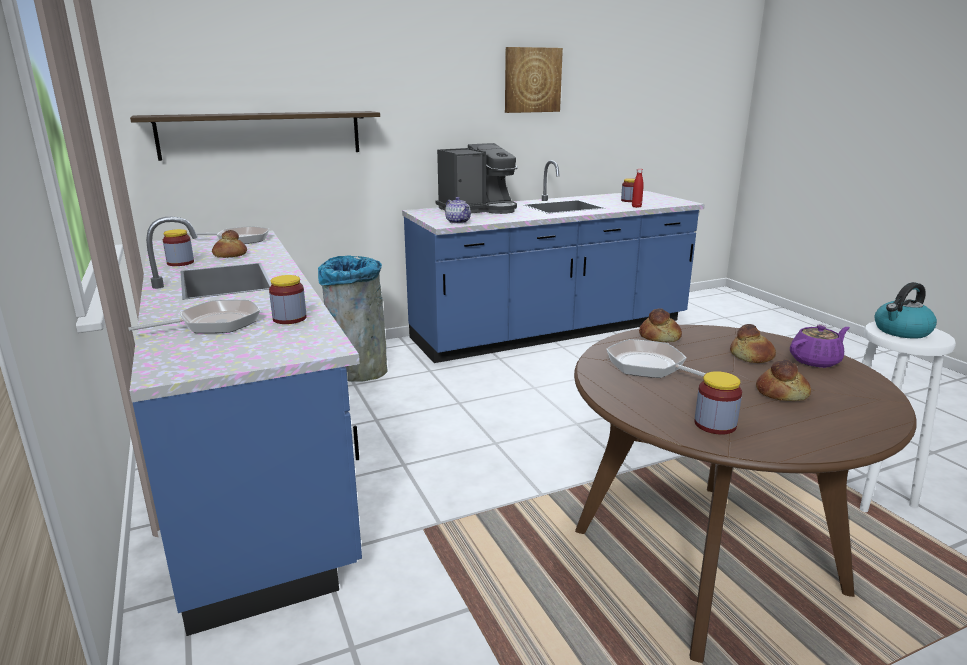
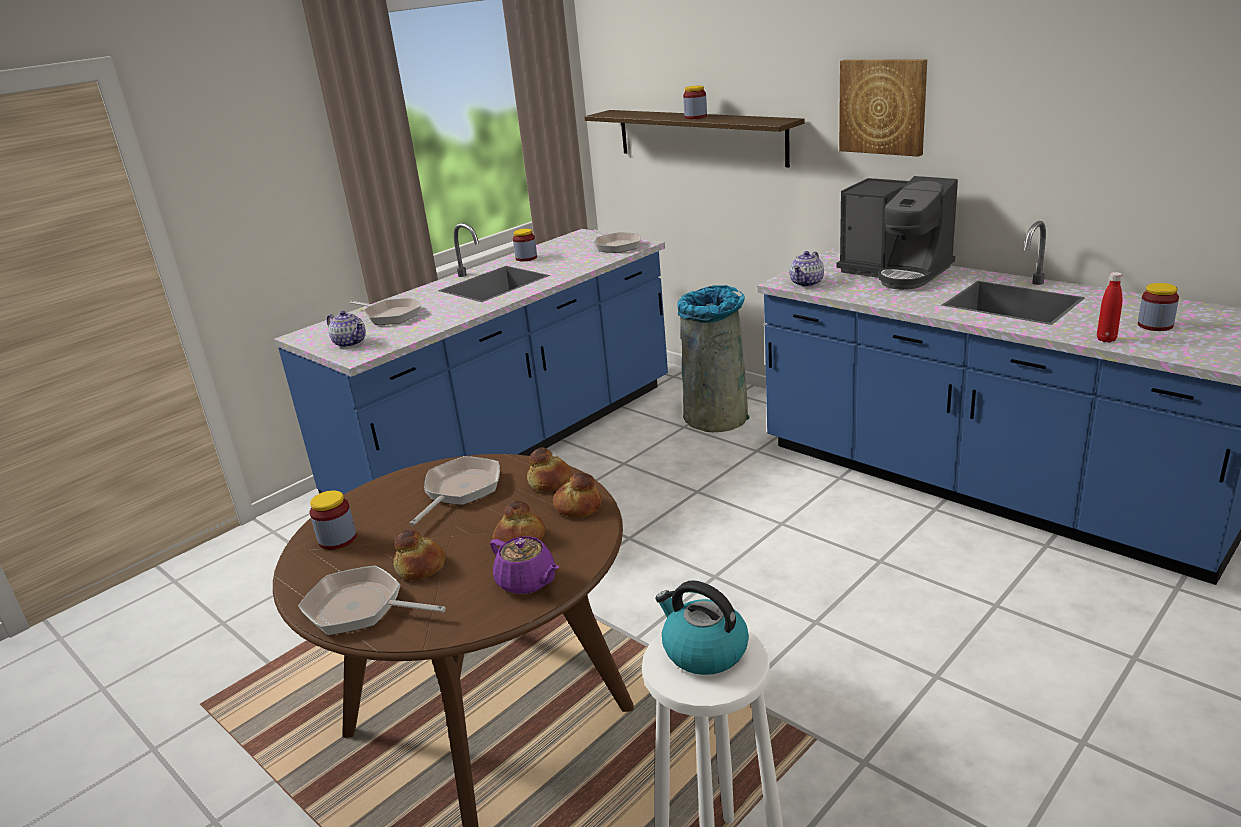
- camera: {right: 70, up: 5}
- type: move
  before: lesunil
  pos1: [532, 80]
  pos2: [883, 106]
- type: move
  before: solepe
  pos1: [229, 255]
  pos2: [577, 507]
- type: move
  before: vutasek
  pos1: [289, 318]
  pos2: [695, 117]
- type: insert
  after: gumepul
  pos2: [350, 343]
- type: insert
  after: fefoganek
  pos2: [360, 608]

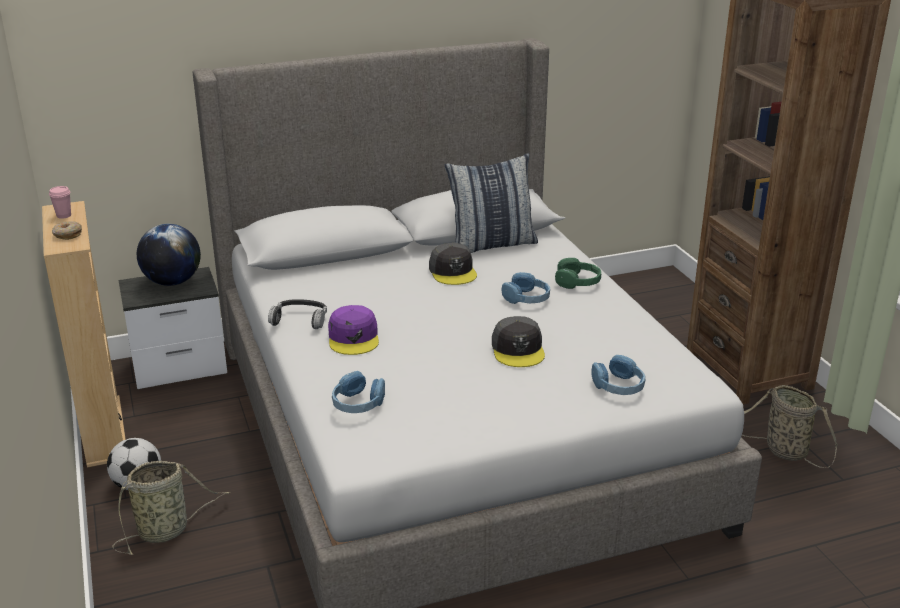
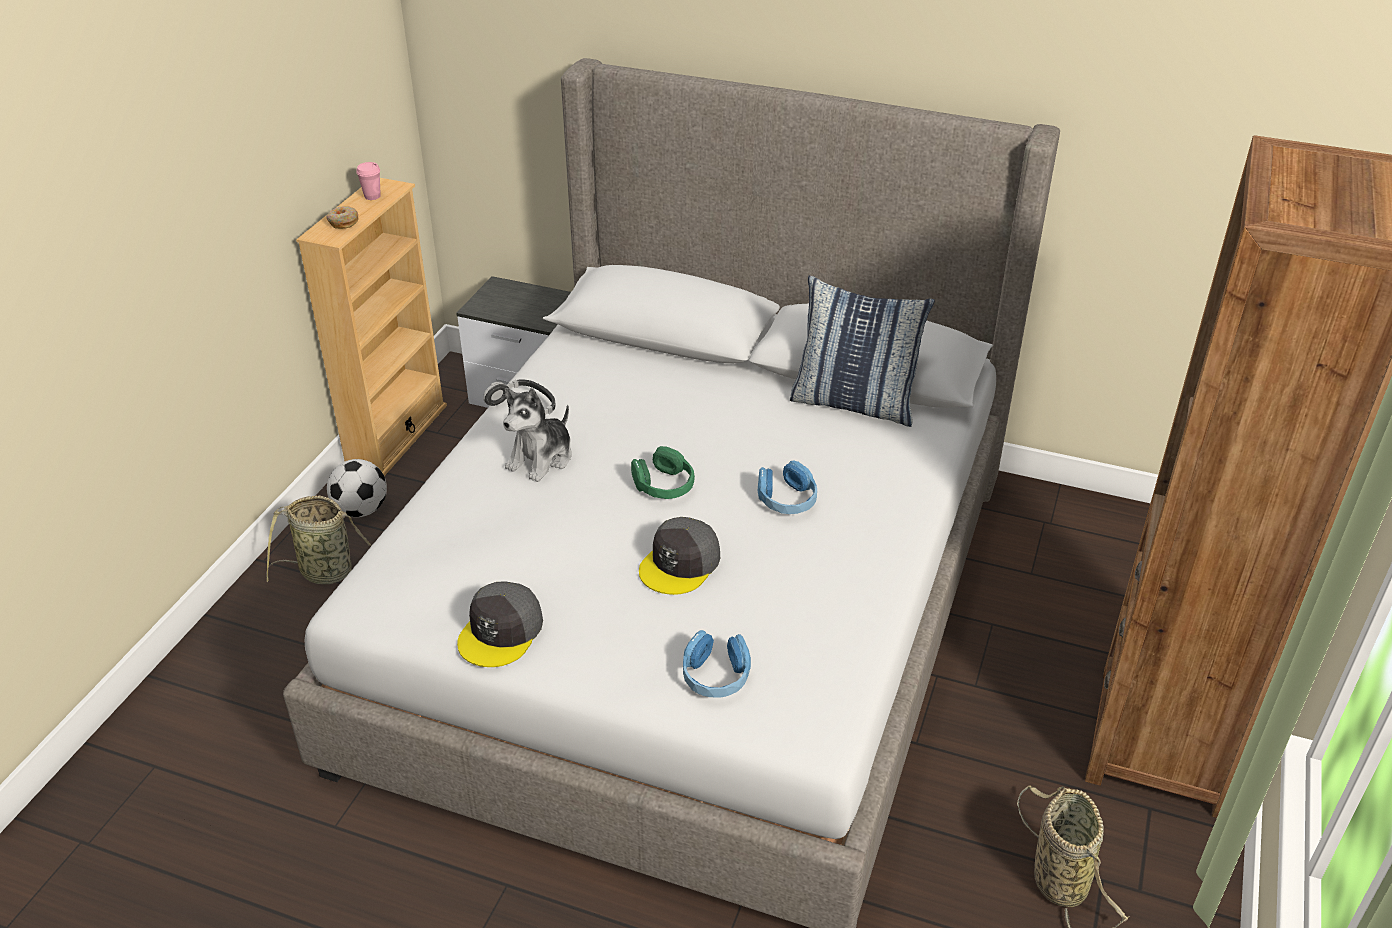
- camera: {right: 40, up: 10}
- type: delete
  before: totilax
  pos1: [172, 282]
- type: move
  before: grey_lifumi
  pos1: [453, 271]
  pos2: [501, 632]
- type: move
  before: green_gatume
  pos1: [578, 282]
  pos2: [664, 485]
- type: replace
  before: purple_lifumi
  after: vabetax
  pos1: [354, 338]
  pos2: [541, 459]
- type: delete
  before: blue_gatume
  pos1: [358, 404]

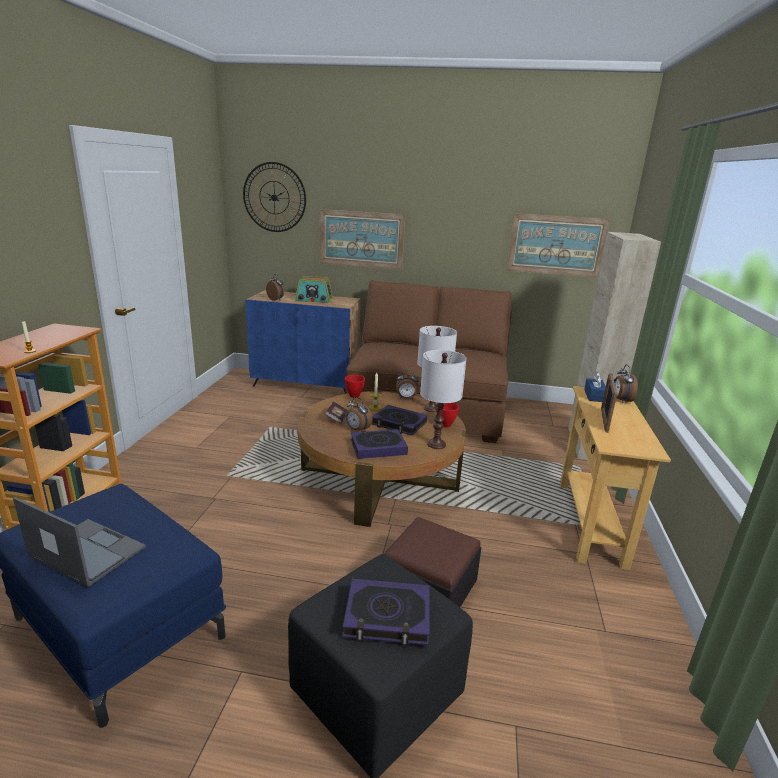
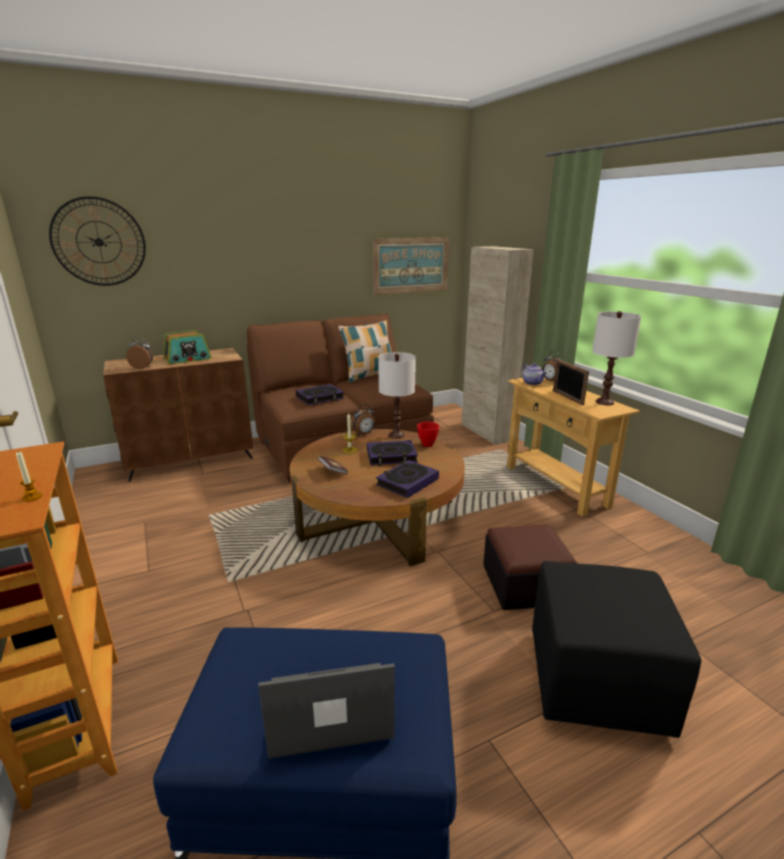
- camera: {right: -35, up: 0}
- type: delete
  before: lesunil
  pos1: [361, 239]
- type: recolor
  before: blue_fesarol
  after: brown_fesarol
  pos1: [306, 384]
  pos2: [191, 459]
- type: move
  before: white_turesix
  pos1: [436, 444]
  pos2: [604, 402]
- type: replace
  before: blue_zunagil
  after: gumepul
  pos1: [594, 396]
  pos2: [533, 383]
- type: delete
  before: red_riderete
  pos1: [354, 396]
- type: delete
  before: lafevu
  pos1: [357, 430]
- type: move
  before: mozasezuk
  pos1: [387, 617]
  pos2: [320, 398]
- type: insert
  after: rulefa
  pos2: [369, 376]

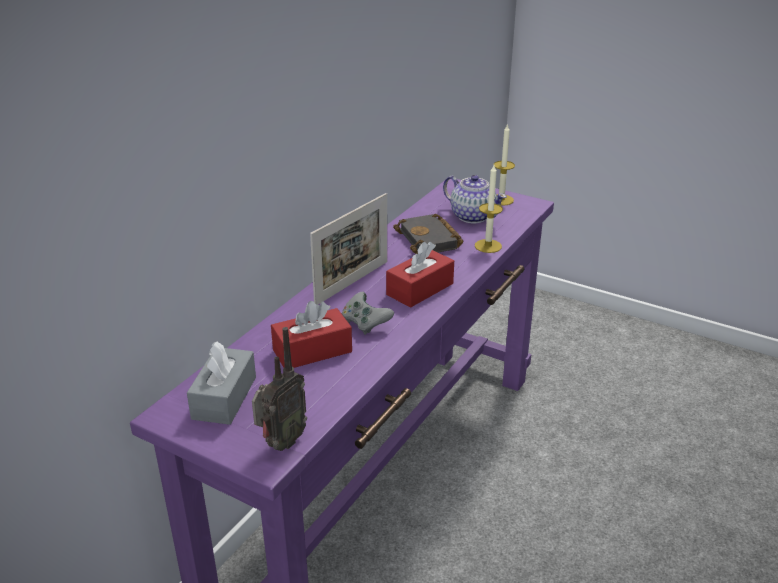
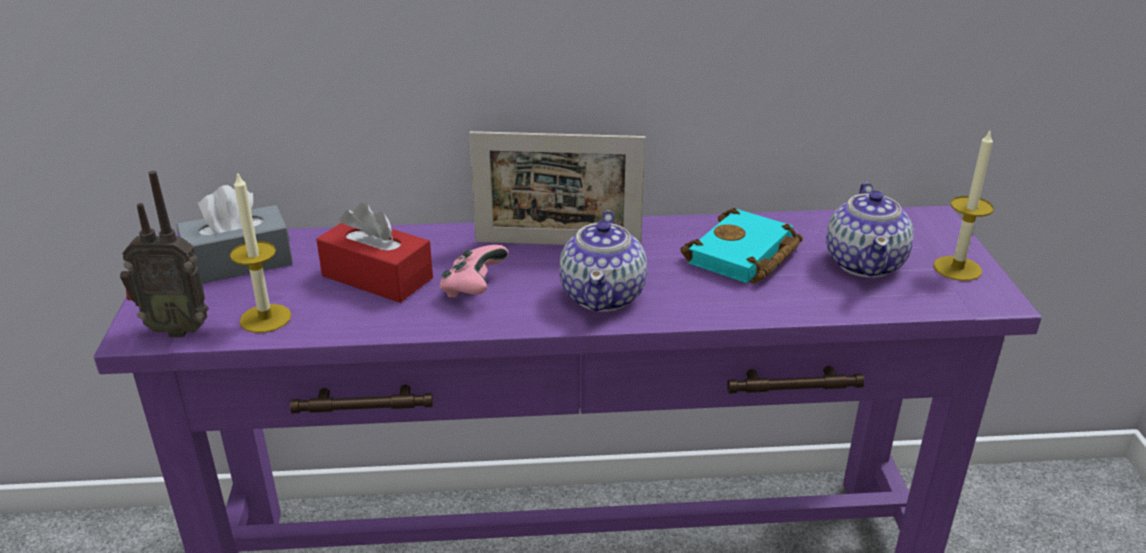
- camera: {right: 55, up: 0}
- type: move
  before: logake
  pos1: [488, 246]
  pos2: [265, 318]
- type: recolor
  before: black_mozasezuk
  after: turquoise_mozasezuk
  pos1: [430, 240]
  pos2: [743, 257]
- type: replace
  before: red_zunagil
  after: gumepul
  pos1: [420, 289]
  pos2: [604, 295]
- type: recolor
  before: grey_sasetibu
  after: pink_sasetibu
  pos1: [365, 324]
  pos2: [473, 288]

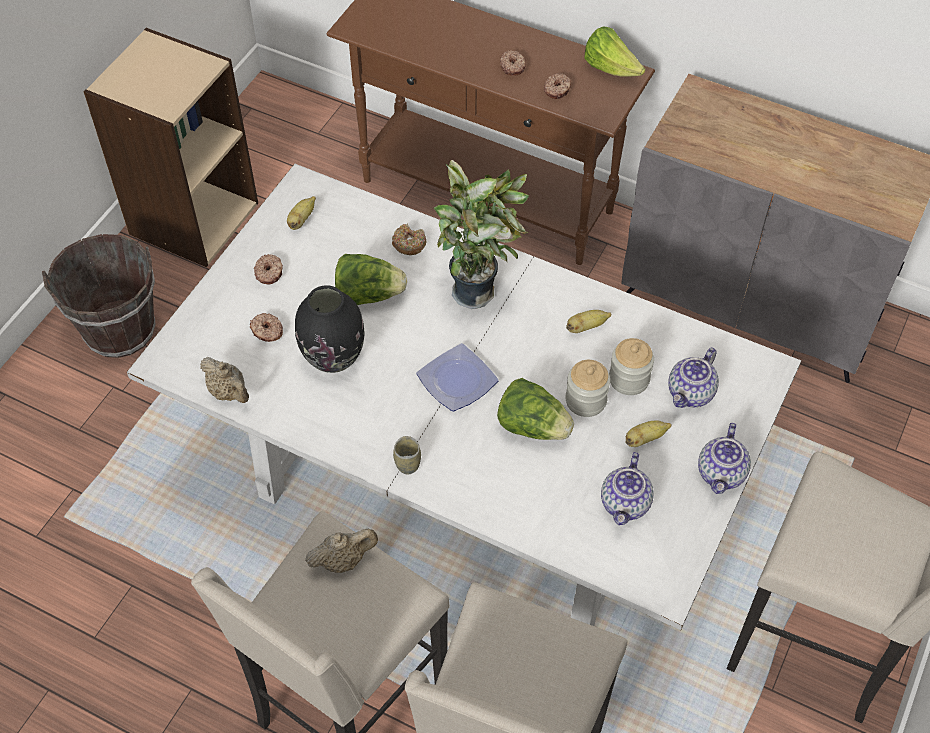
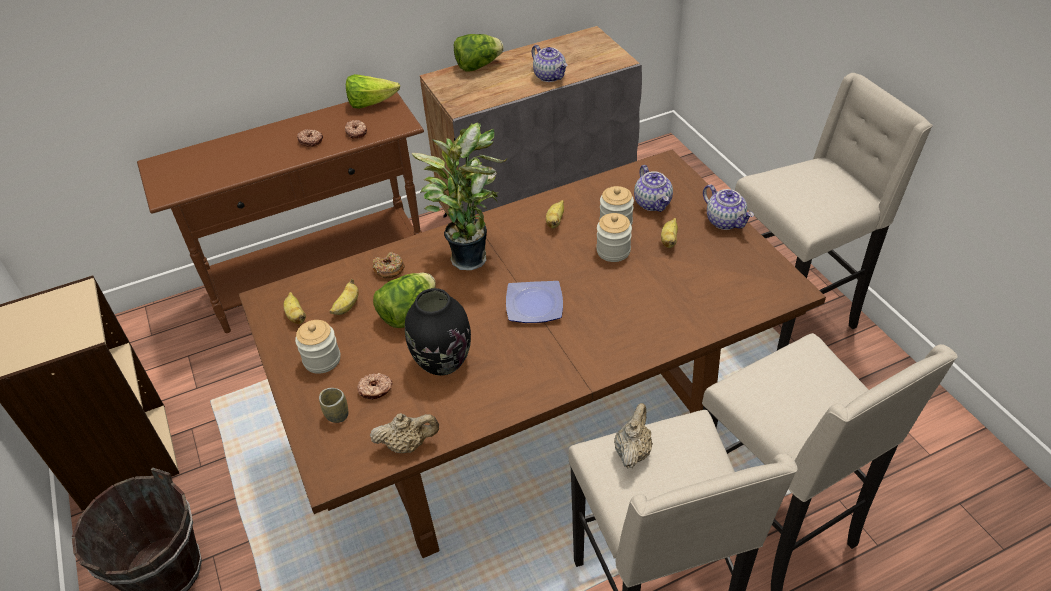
- camera: {right: -50, up: -10}
- type: recolor
  before: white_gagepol
  after: brown_gagepol
  pos1: [467, 487]
  pos2: [535, 421]
- type: replace
  before: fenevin
  after: vutasek
  pos1: [269, 272]
  pos2: [322, 360]
- type: move
  before: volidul
  pos1: [533, 426]
  pos2: [478, 66]
- type: move
  before: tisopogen
  pos1: [407, 464]
  pos2: [337, 415]
- type: move
  before: gumepul
  pos1: [626, 504]
  pos2: [550, 76]
- type: insert
  after: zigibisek
  pos2: [347, 307]

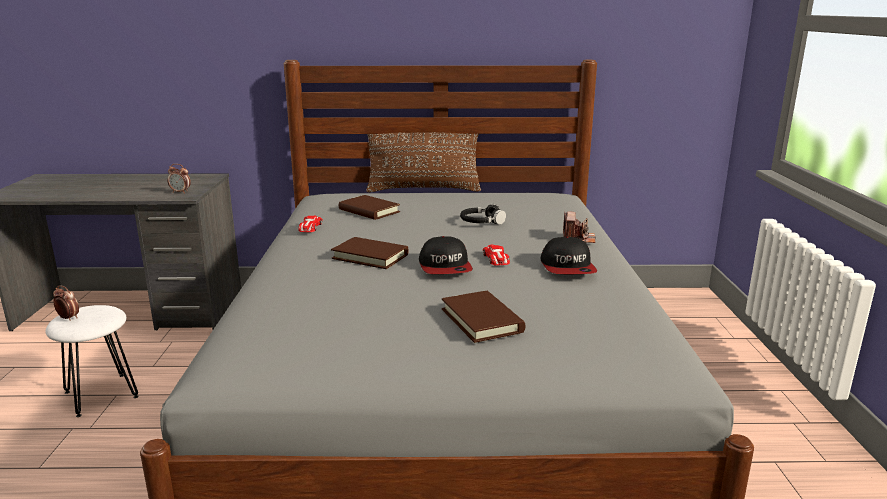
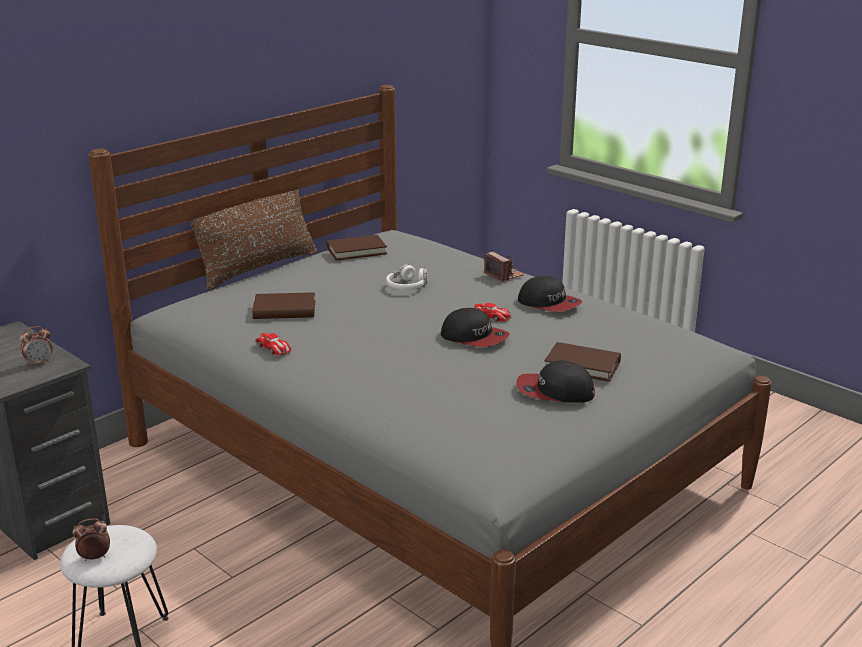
- camera: {right: -45, up: 5}
- type: recolor
  before: black_gatume
  after: white_gatume
  pos1: [481, 222]
  pos2: [407, 286]
- type: move
  before: brown_mozasezuk
  pos1: [370, 256]
  pos2: [356, 251]
- type: insert
  after: lifumi
  pos2: [554, 391]

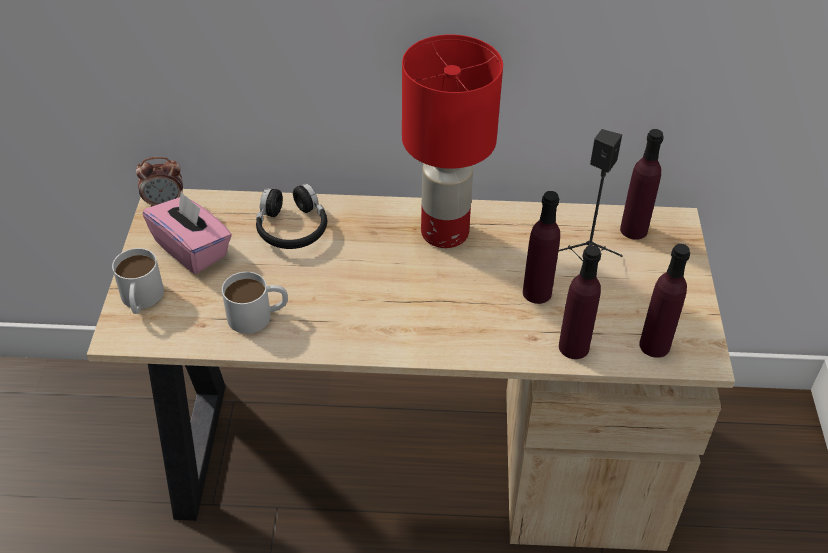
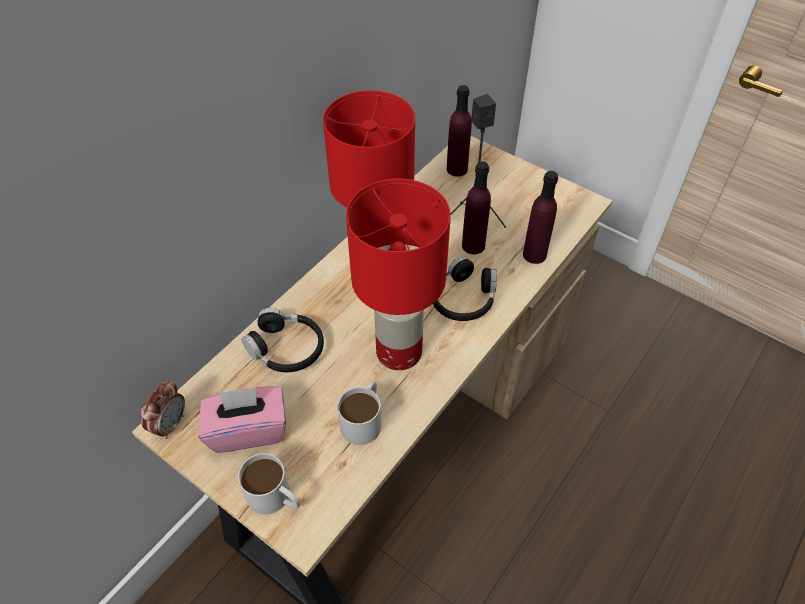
- camera: {right: -55, up: 5}
- type: delete
  before: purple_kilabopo
  pos1: [654, 345]
- type: insert
  after: red_turesix
  pos2: [400, 352]
- type: insert
  after: black_gatume
  pos2: [463, 298]

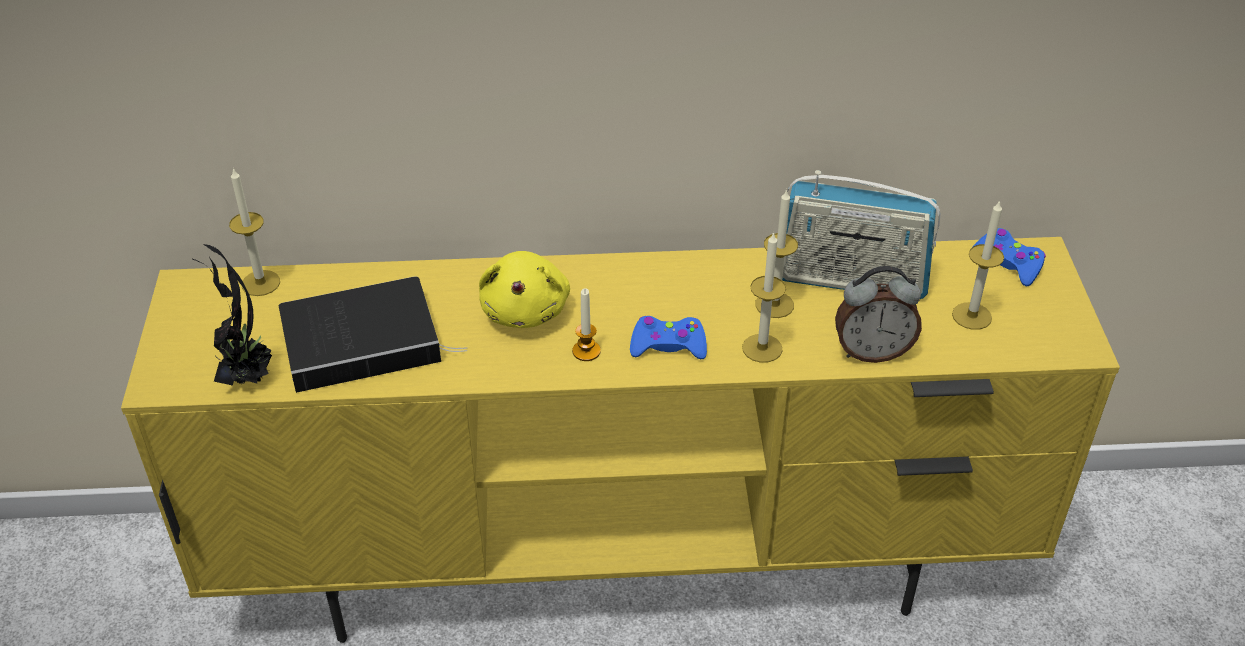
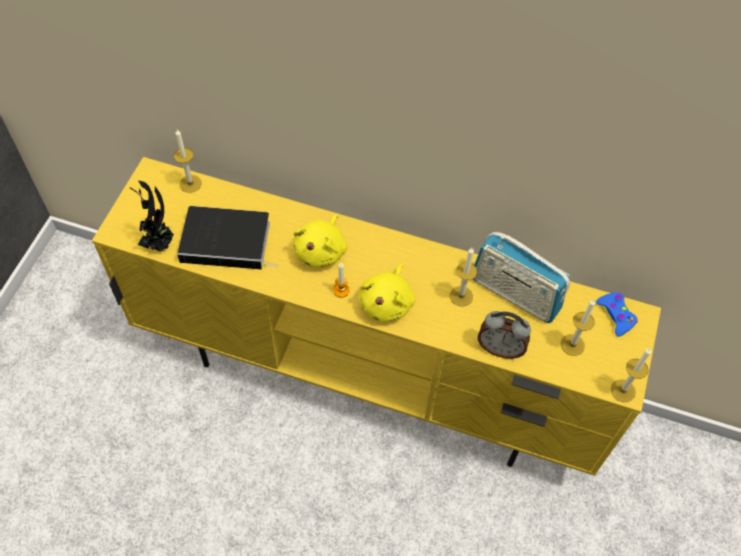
- camera: {right: 20, up: 15}
- type: move
  before: logake
  pos1: [762, 348]
  pos2: [623, 390]
- type: replace
  before: blue_sasetibu
  after: yellow_vabetax
  pos1: [668, 345]
  pos2: [387, 302]

